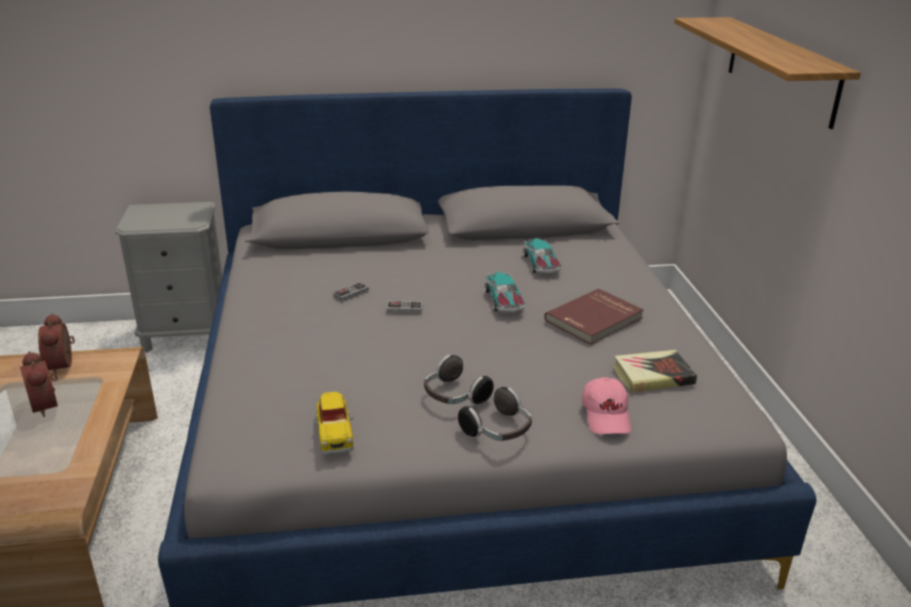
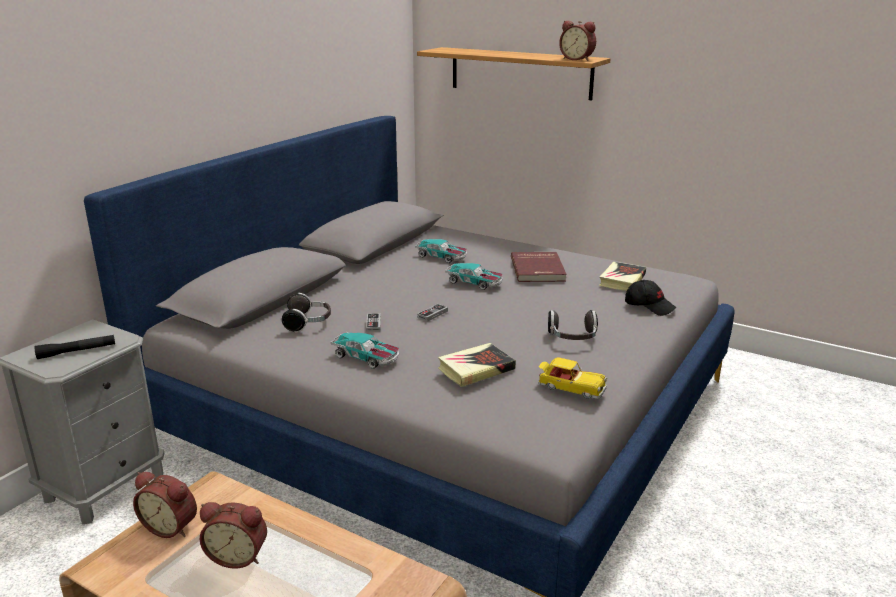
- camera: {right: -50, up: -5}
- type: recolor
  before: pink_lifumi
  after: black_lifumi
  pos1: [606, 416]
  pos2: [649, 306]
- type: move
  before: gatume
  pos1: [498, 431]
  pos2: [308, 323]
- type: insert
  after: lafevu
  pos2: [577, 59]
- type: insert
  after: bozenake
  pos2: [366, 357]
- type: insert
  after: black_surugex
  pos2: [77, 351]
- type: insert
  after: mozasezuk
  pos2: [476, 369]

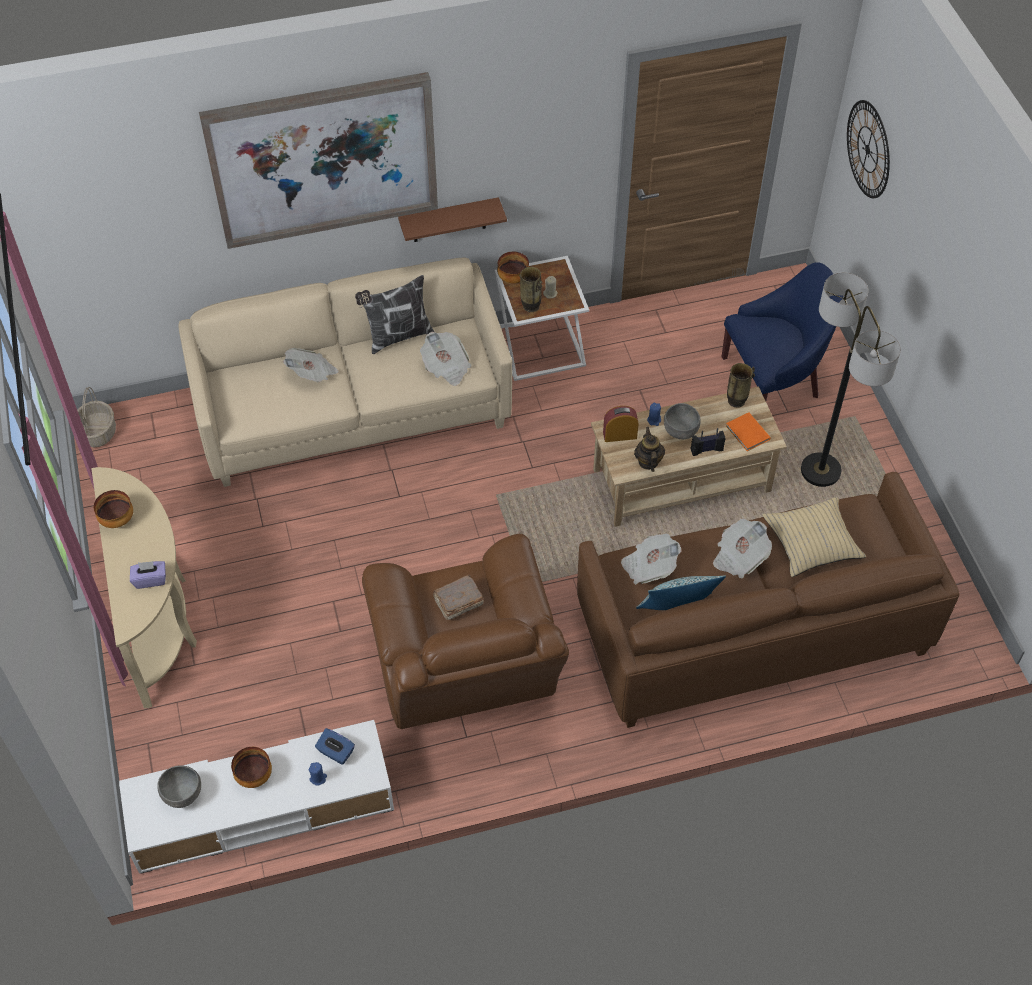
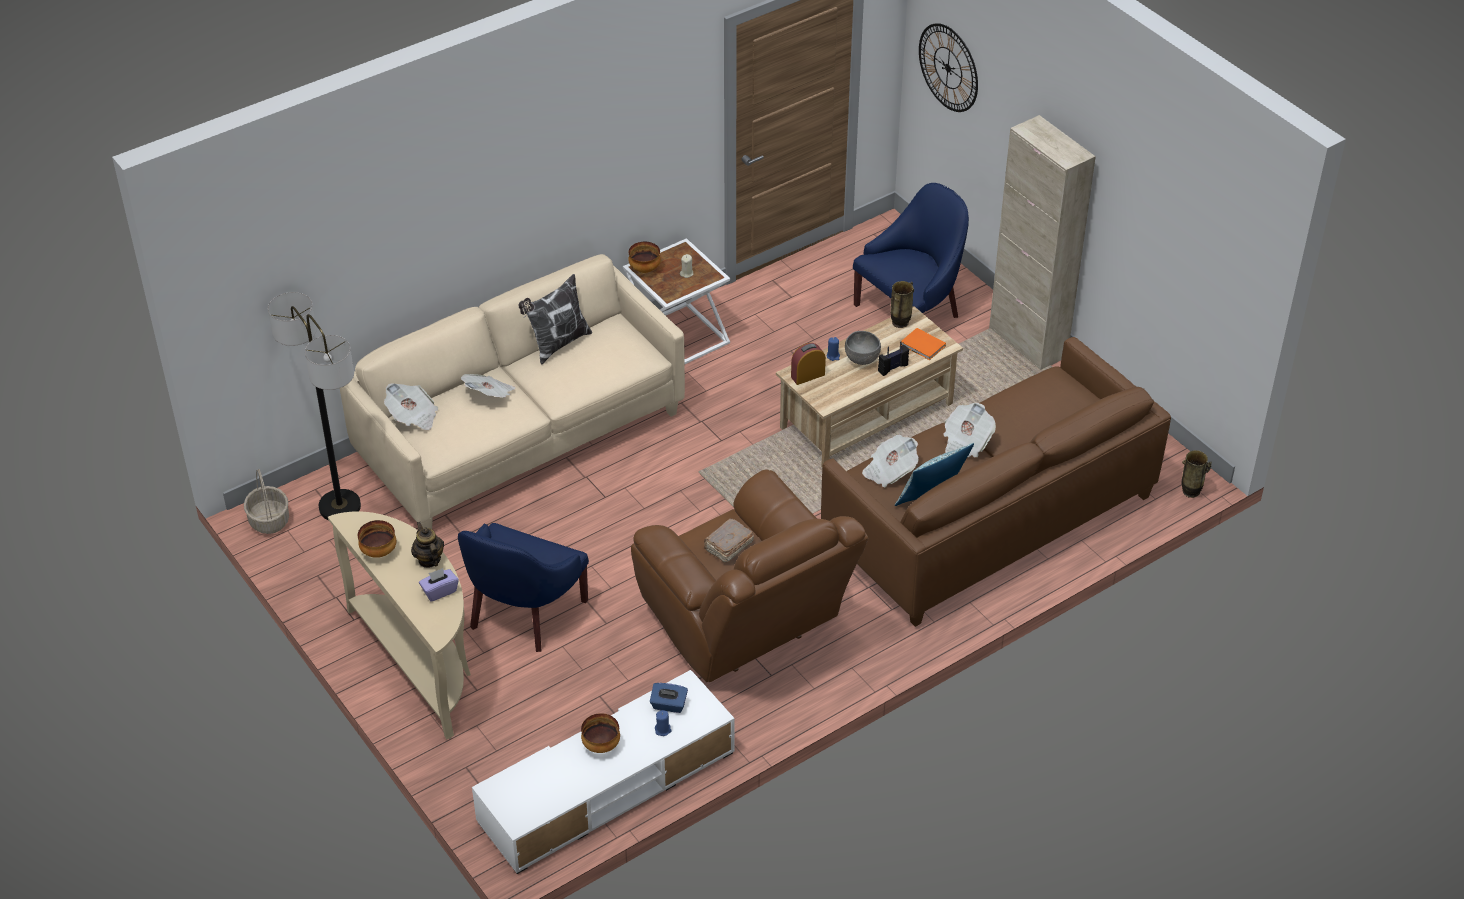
- camera: {right: -20, up: -10}
- type: delete
  before: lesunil
  pos1: [323, 159]
- type: delete
  before: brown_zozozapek
  pos1: [449, 220]
- type: move
  before: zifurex
  pos1: [531, 306]
  pos2: [1190, 492]
- type: move
  before: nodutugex
  pos1: [820, 470]
  pos2: [340, 506]
- type: move
  before: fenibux
  pos1: [446, 367]
  pos2: [413, 416]
- type: move
  before: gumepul
  pos1: [648, 461]
  pos2: [429, 560]
- type: delete
  before: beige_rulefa
  pos1: [812, 542]
- type: delete
  before: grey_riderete
  pos1: [182, 795]
- type: insert
  after: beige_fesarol
  pos2: [1027, 342]
- type: insert
  after: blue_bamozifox
  pos2: [522, 613]

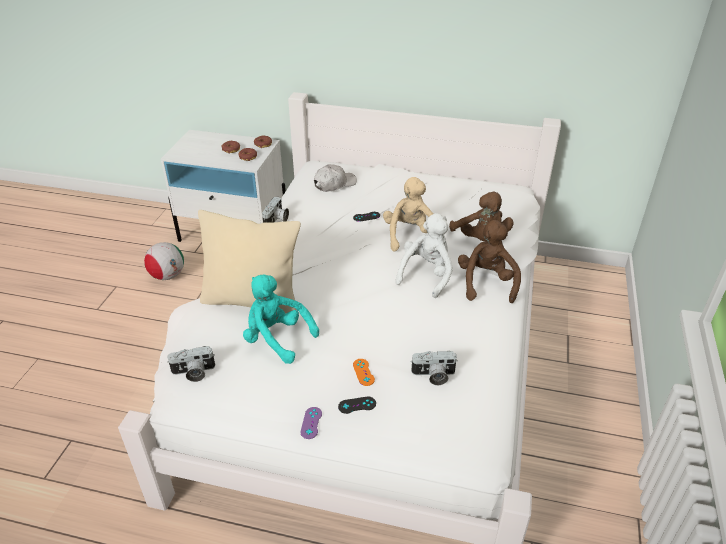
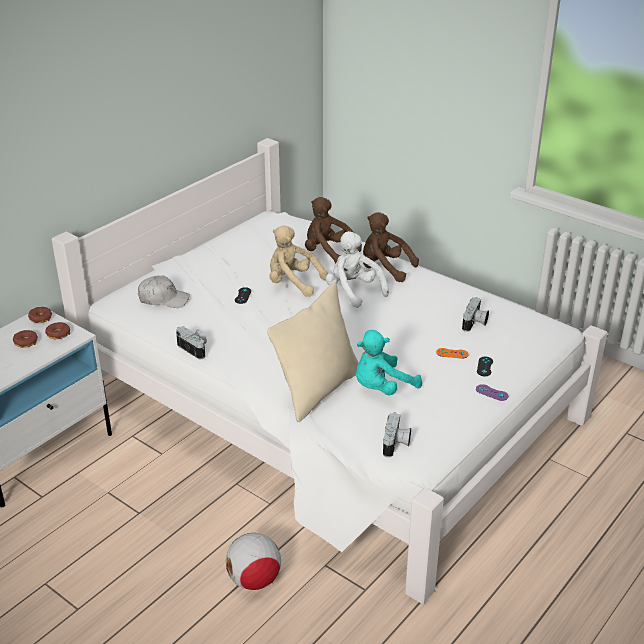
- camera: {right: -65, up: -5}
- type: rotate
  before: white_lifumi
  pos1: [334, 184]
  pos2: [163, 299]
  turn: 105
- type: rotate
  before: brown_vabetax
  pos1: [481, 240]
  pos2: [328, 253]
  turn: -150
- type: move
  before: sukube
  pos1: [167, 276]
  pos2: [254, 580]

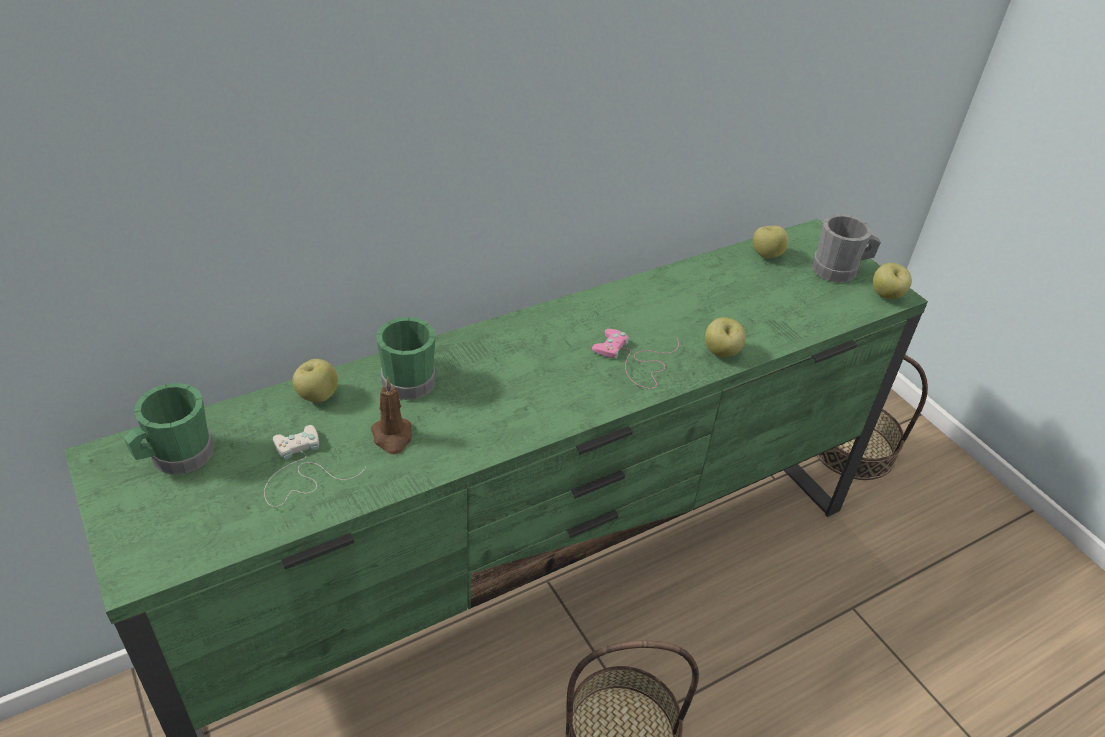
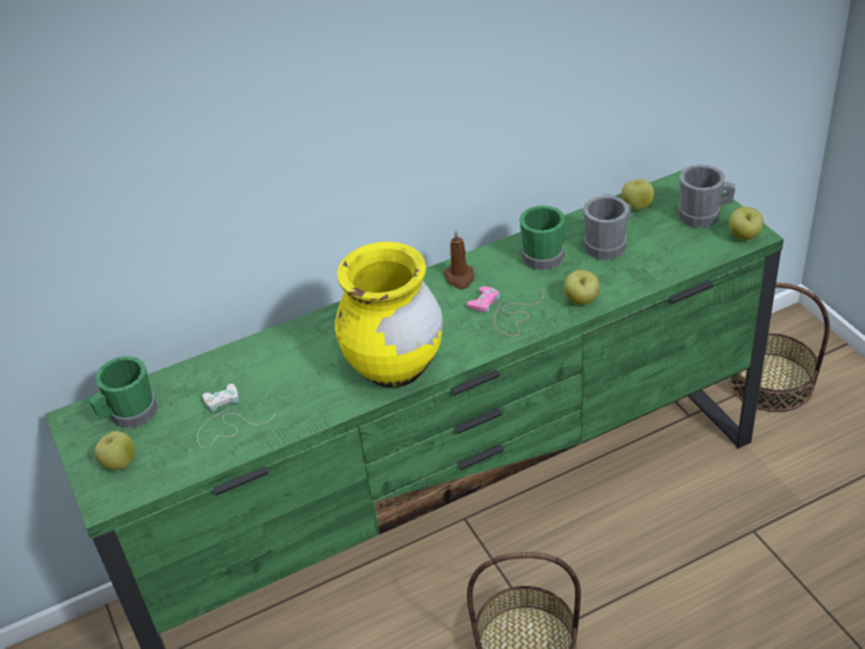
- camera: {right: 10, up: 0}
- type: move
  before: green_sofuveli
  pos1: [406, 377]
  pos2: [540, 254]
- type: move
  before: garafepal
  pos1: [317, 396]
  pos2: [119, 463]
- type: move
  before: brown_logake
  pos1: [392, 437]
  pos2: [460, 278]
- type: insert
  after: grey_sofuveli
  pos2: [608, 245]
- type: insert
  after: yellow_zifurex
  pos2: [395, 368]

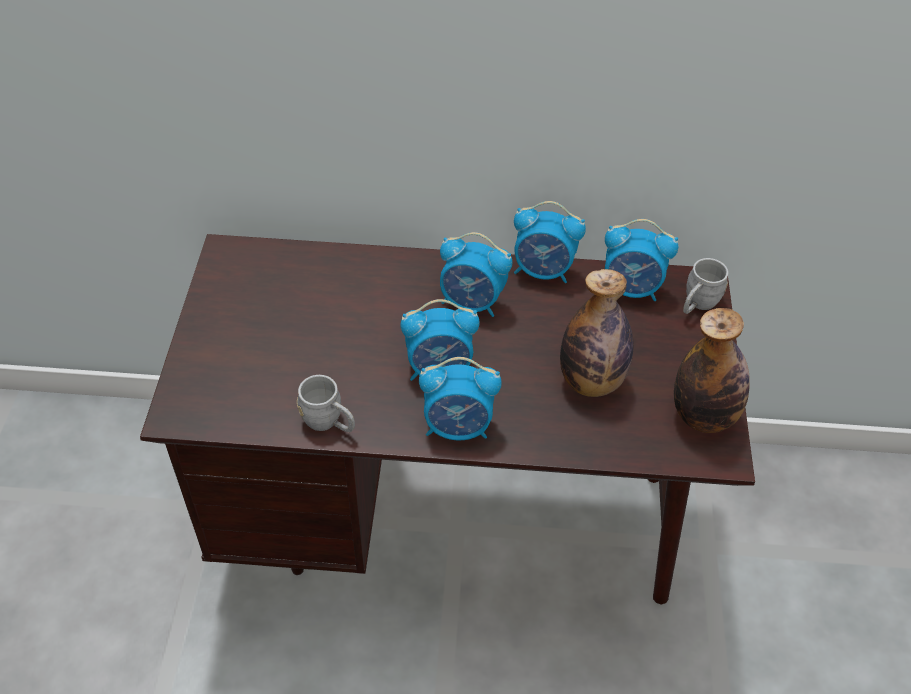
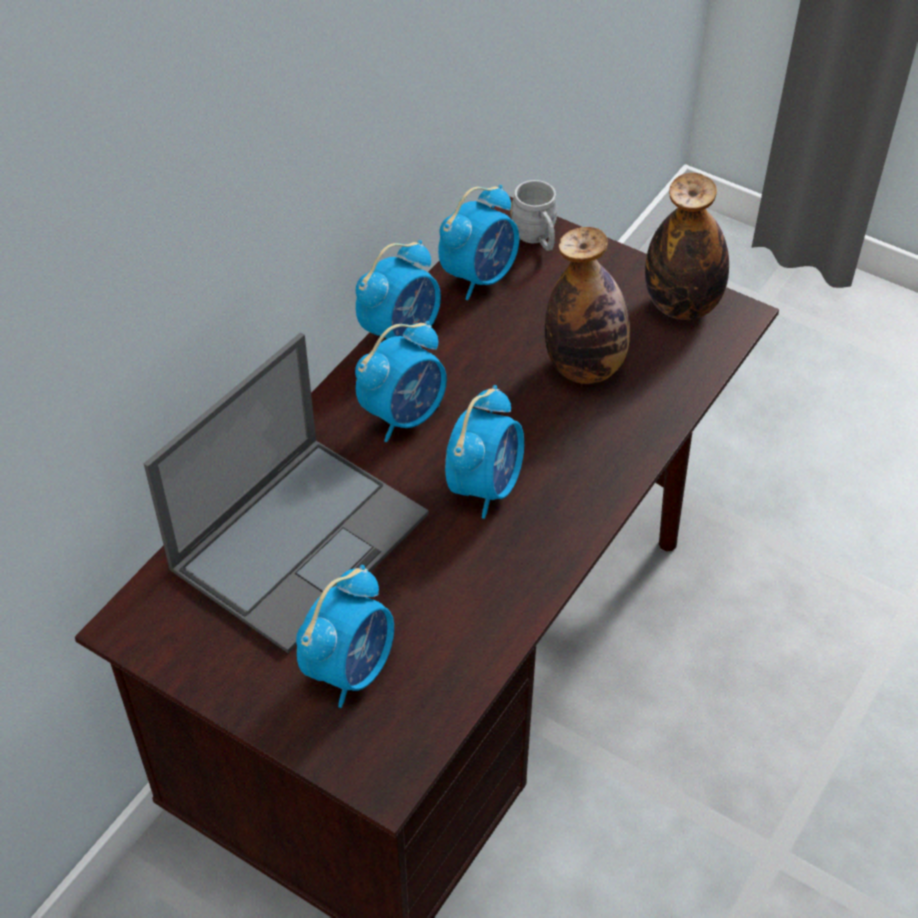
- camera: {right: -60, up: 0}
- type: move
  before: lafevu
  pos1: [458, 427]
  pos2: [350, 668]
- type: delete
  before: grey_sofuveli
  pos1: [329, 423]
- type: insert
  after: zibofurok
  pos2: [301, 539]

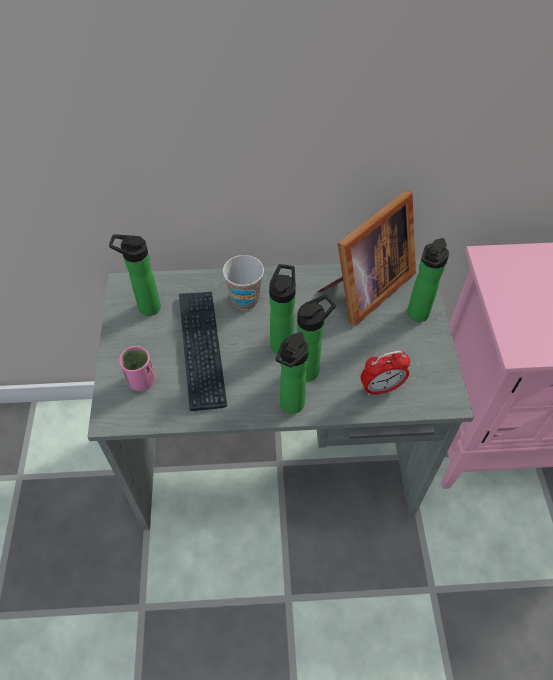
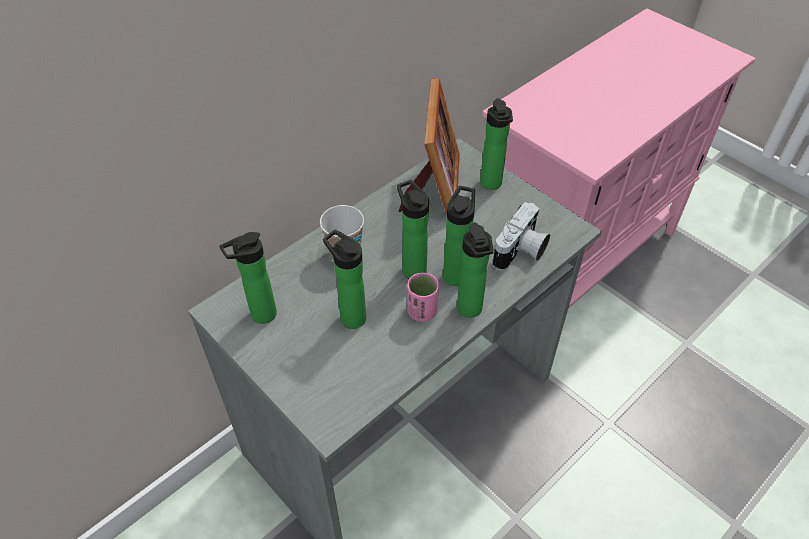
- camera: {right: -40, up: -5}
- type: replace
  before: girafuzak
  after: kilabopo
  pos1: [201, 349]
  pos2: [350, 316]
- type: move
  before: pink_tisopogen
  pos1: [141, 380]
  pos2: [422, 311]
- type: replace
  before: lafevu
  after: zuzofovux
  pos1: [381, 388]
  pos2: [521, 252]

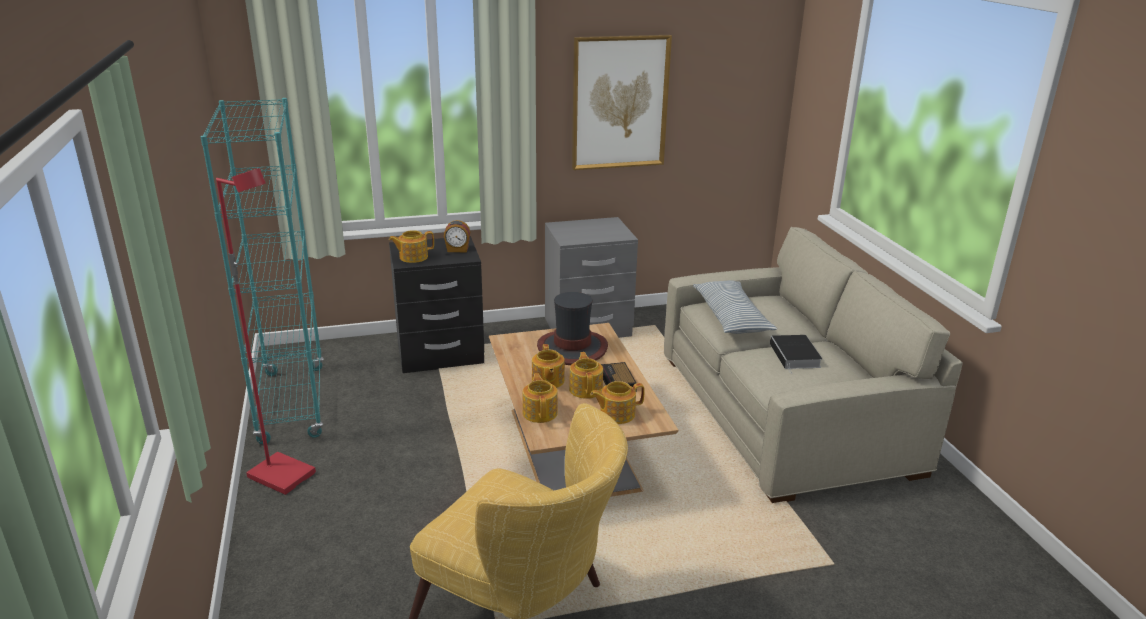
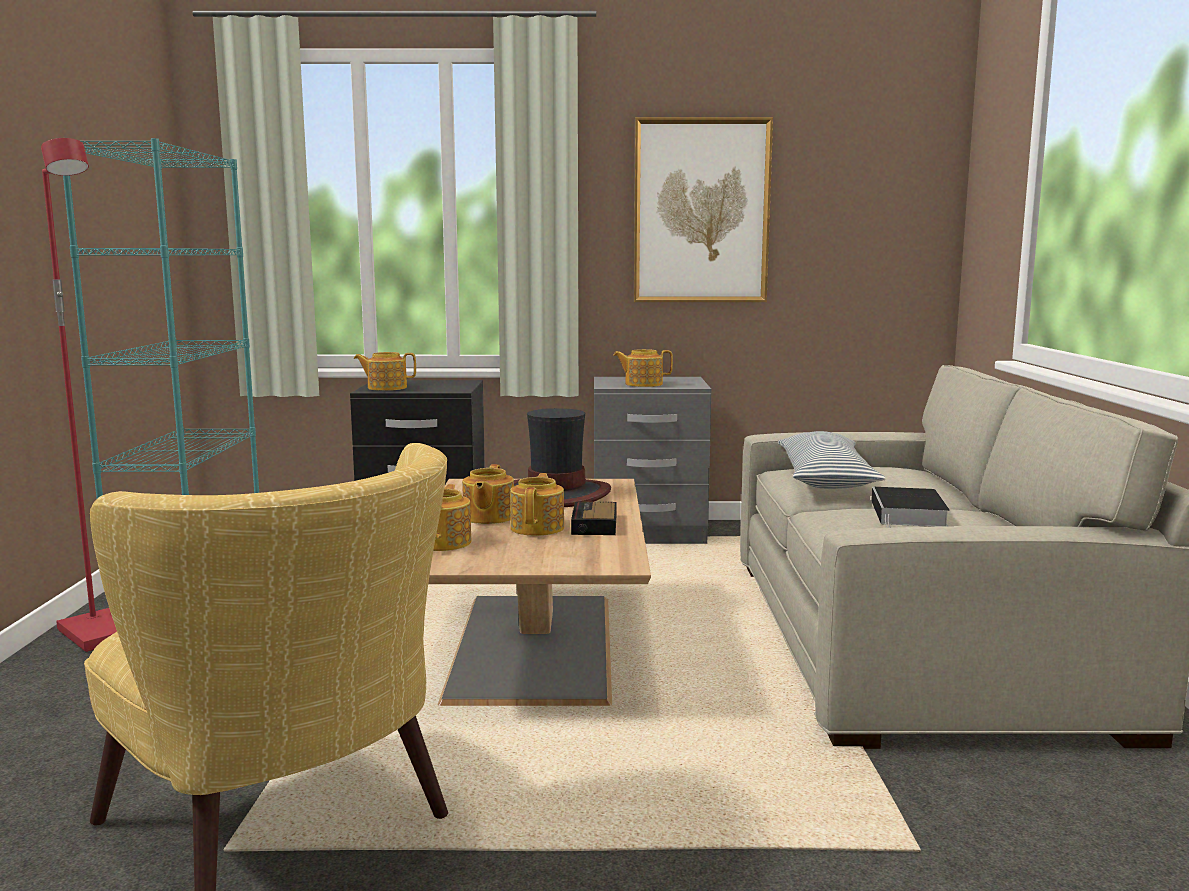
- camera: {right: 15, up: -15}
- type: delete
  before: lafevu
  pos1: [457, 250]
- type: move
  before: gumepul
  pos1: [616, 414]
  pos2: [642, 384]

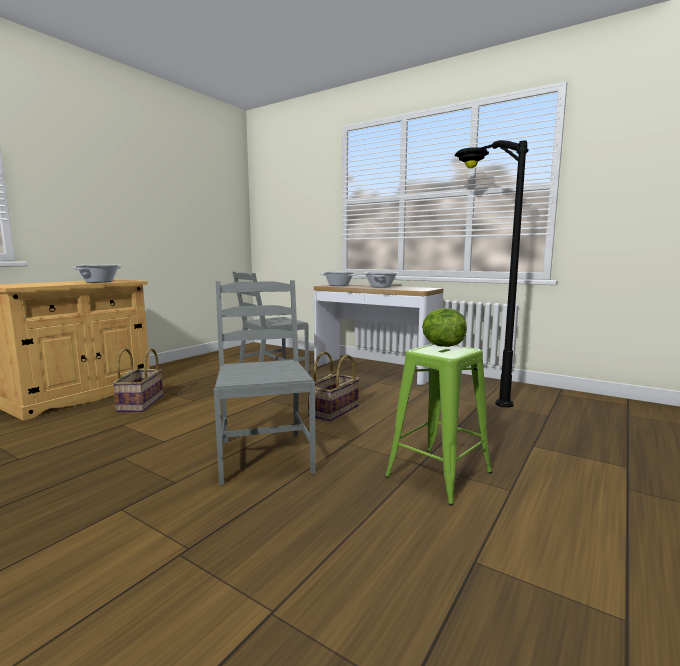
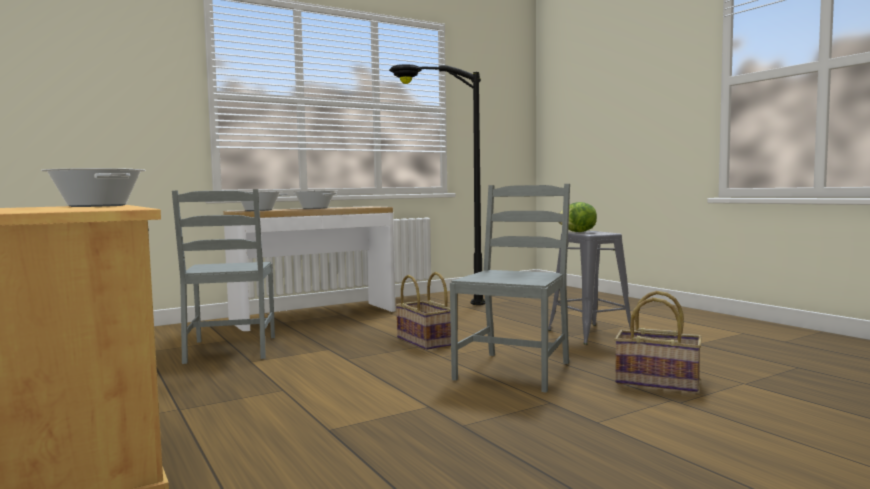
- camera: {right: -65, up: -5}
- type: rotate
  before: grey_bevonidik
  pos1: [264, 455]
  pos2: [514, 370]
  turn: 105
- type: recolor
  before: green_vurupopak
  after: grey_vurupopak
  pos1: [438, 475]
  pos2: [590, 334]
- type: move
  before: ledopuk
  pos1: [141, 403]
  pos2: [657, 381]

